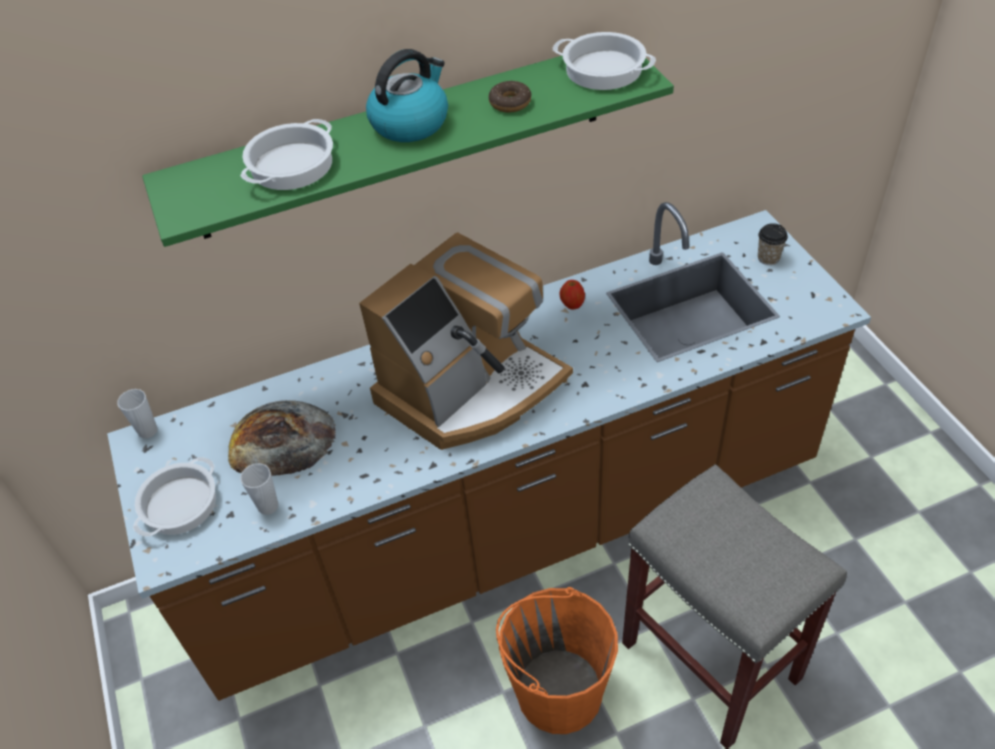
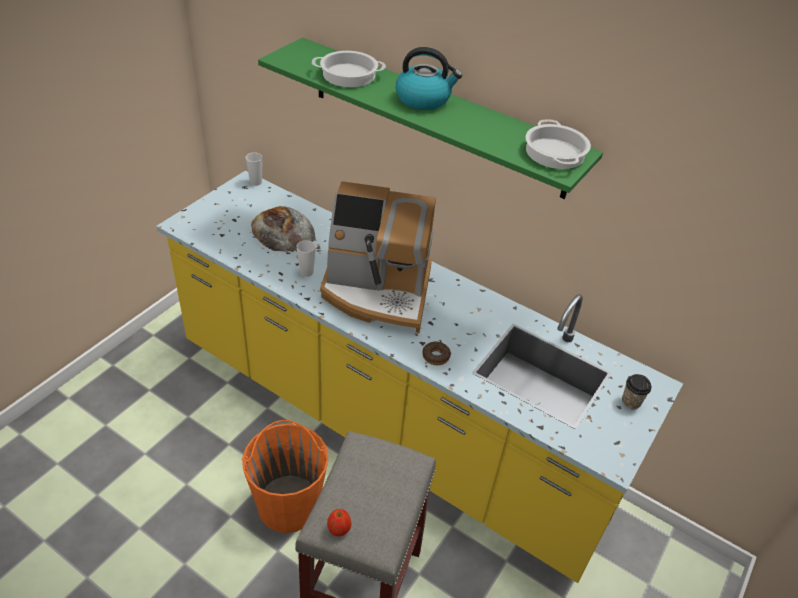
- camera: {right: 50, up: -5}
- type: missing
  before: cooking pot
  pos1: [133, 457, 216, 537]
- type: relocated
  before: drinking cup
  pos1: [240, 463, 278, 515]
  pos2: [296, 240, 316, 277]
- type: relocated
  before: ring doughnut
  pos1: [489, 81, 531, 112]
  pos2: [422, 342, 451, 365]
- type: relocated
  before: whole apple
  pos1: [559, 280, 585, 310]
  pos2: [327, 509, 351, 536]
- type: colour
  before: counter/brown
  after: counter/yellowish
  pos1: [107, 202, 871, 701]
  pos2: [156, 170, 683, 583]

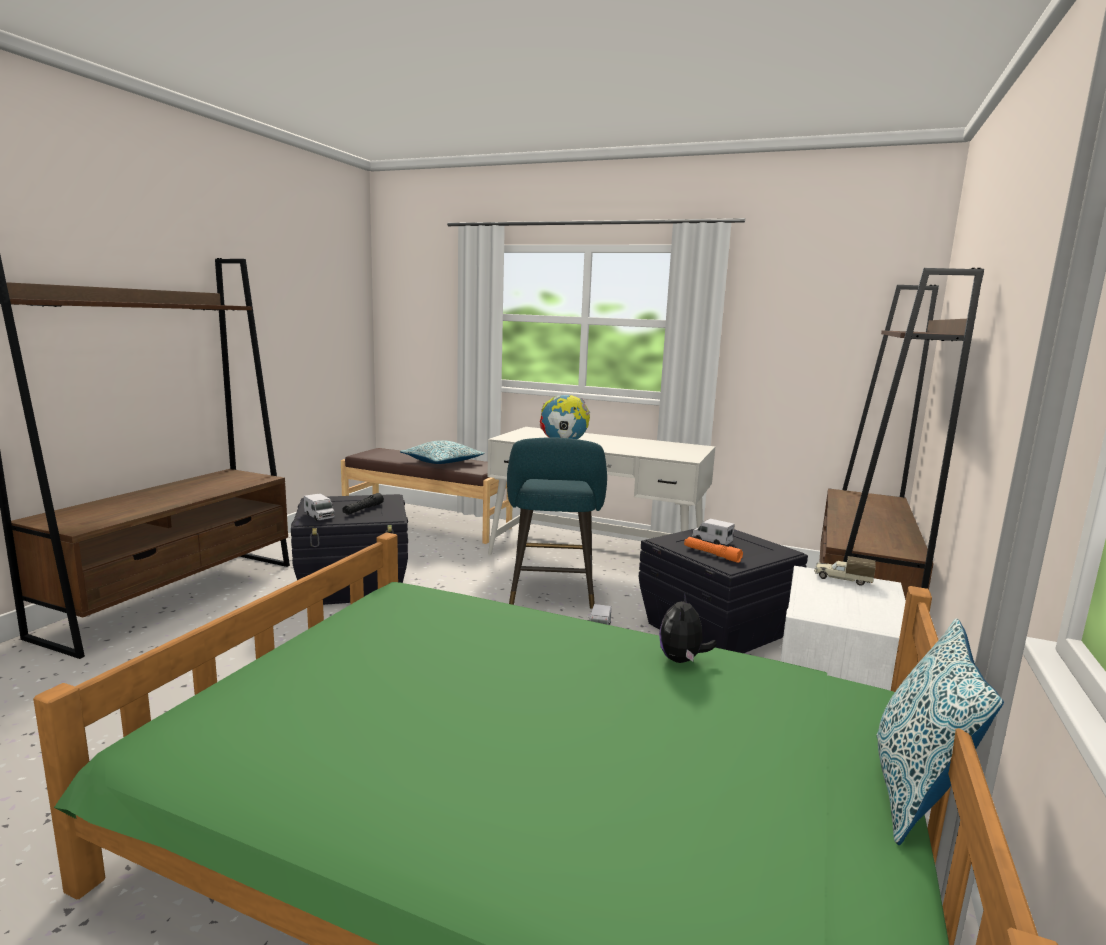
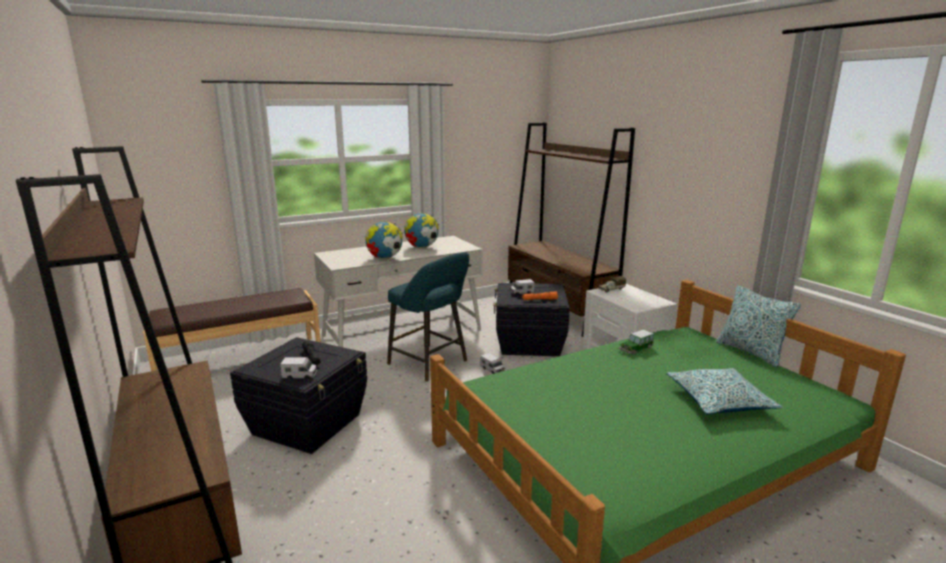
- camera: {right: -50, up: 5}
- type: appeared
  after: desk globe
  pos2: [404, 213, 439, 248]
- type: relocated
  before: pillow
  pos1: [400, 440, 484, 464]
  pos2: [666, 368, 783, 415]
- type: exchanged
  before: plush toy
  after: toy car
  pos1: [659, 592, 717, 663]
  pos2: [619, 329, 654, 355]

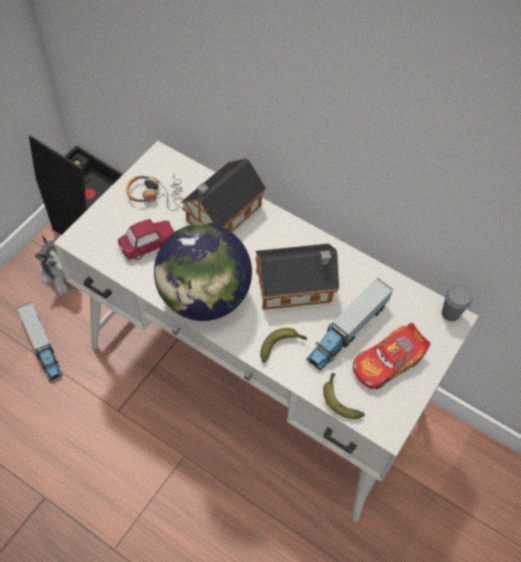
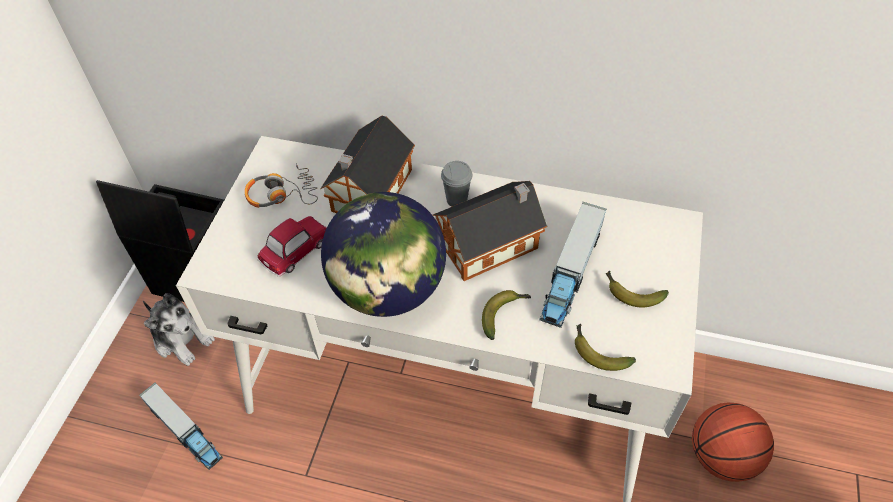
- camera: {right: -15, up: -5}
- type: appeared
  after: ball for basketball
  pos2: [692, 403, 774, 482]
- type: relocated
  before: drinking cup/grey
  pos1: [442, 285, 472, 321]
  pos2: [441, 161, 473, 206]
- type: exchanged
  before: toy car
  after: banana fruit
  pos1: [353, 323, 430, 389]
  pos2: [606, 270, 669, 308]

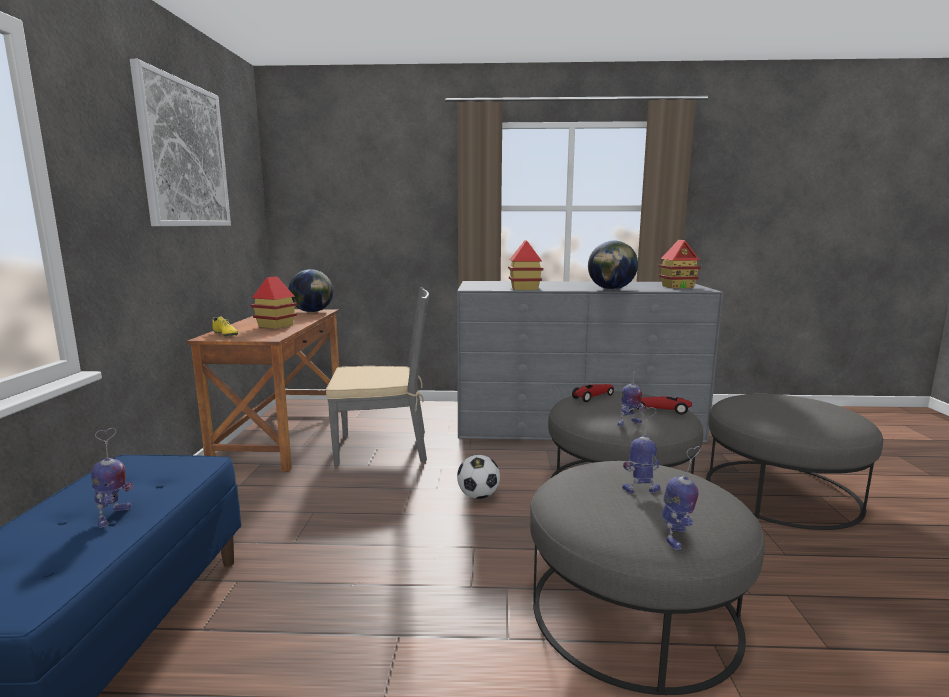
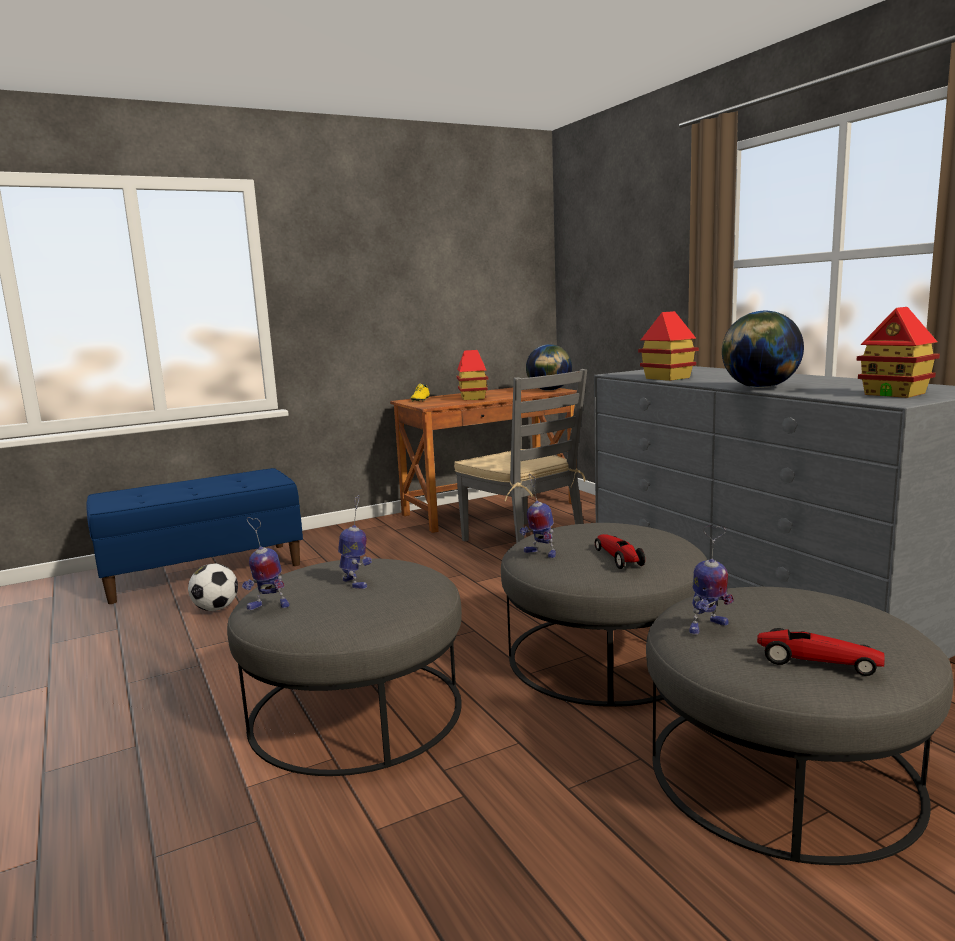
- camera: {right: 60, up: 0}
- type: missing
  before: wall art
  pos1: [130, 59, 231, 226]
- type: relocated
  before: model robot
  pos1: [91, 428, 133, 528]
  pos2: [689, 526, 734, 634]
- type: relocated
  before: football ball
  pos1: [457, 455, 500, 499]
  pos2: [188, 564, 238, 611]
- type: relocated
  before: toy car
  pos1: [572, 384, 614, 402]
  pos2: [757, 628, 885, 676]

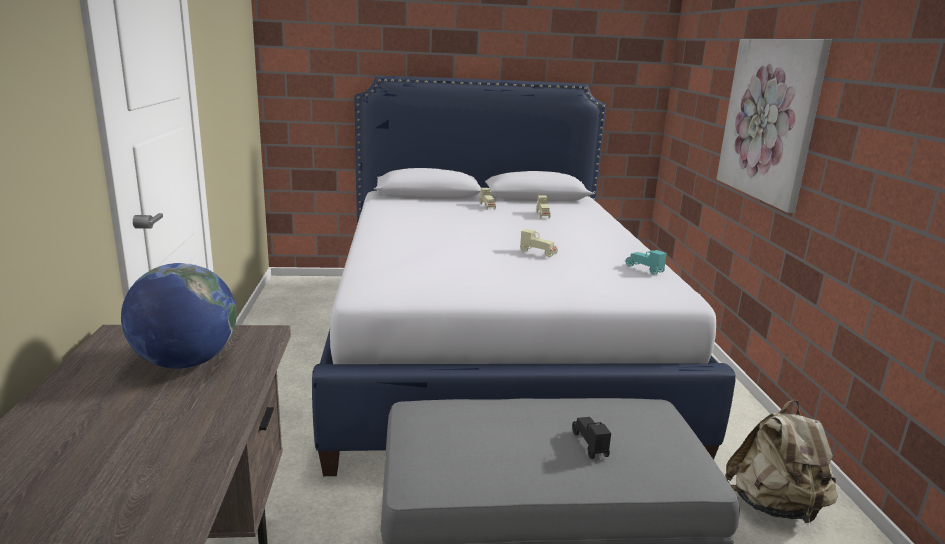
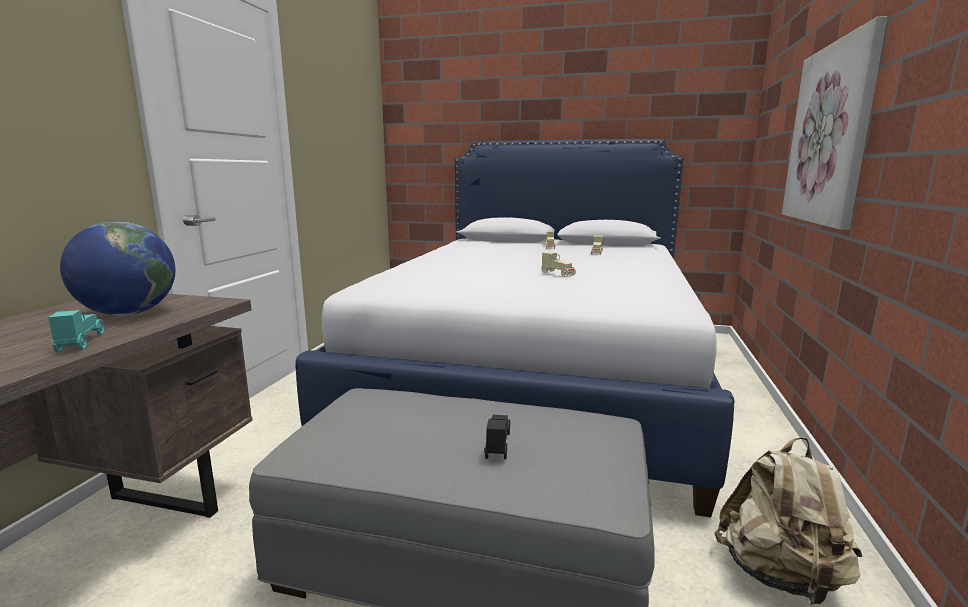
- camera: {right: 20, up: -5}
- type: relocated
  before: toy car/blue-green
  pos1: [626, 250, 667, 275]
  pos2: [48, 310, 105, 352]

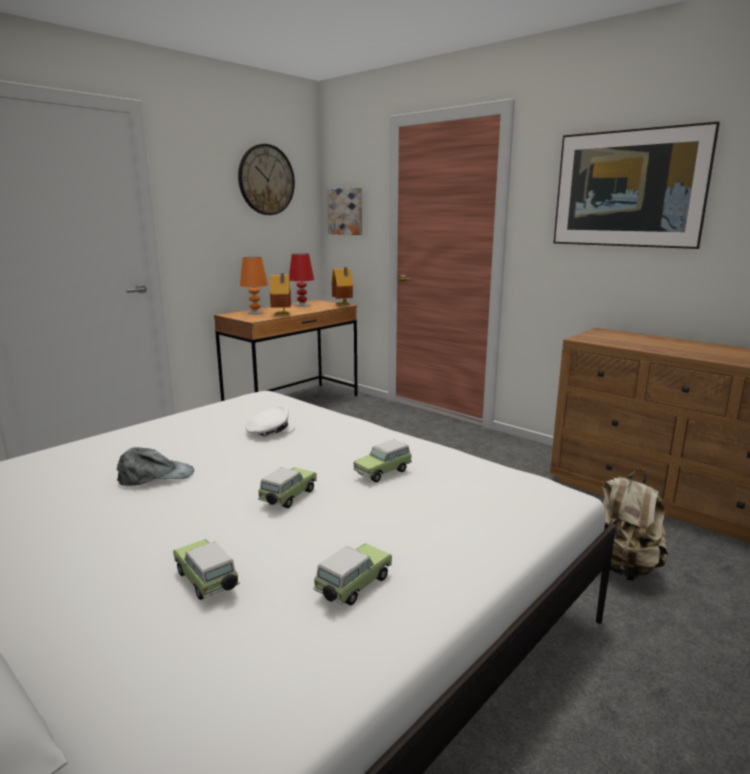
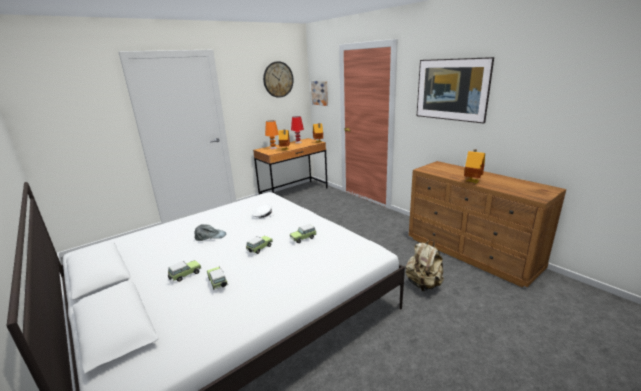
- camera: {right: 10, up: 5}
- type: appeared
  after: miniature house
  pos2: [464, 149, 485, 183]
- type: relocated
  before: toy car
  pos1: [313, 543, 392, 606]
  pos2: [168, 260, 201, 282]

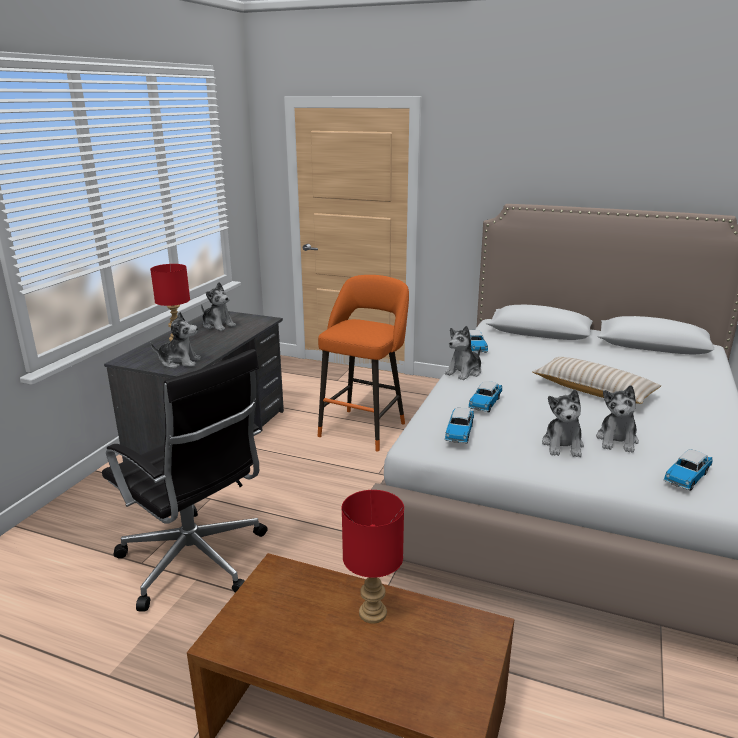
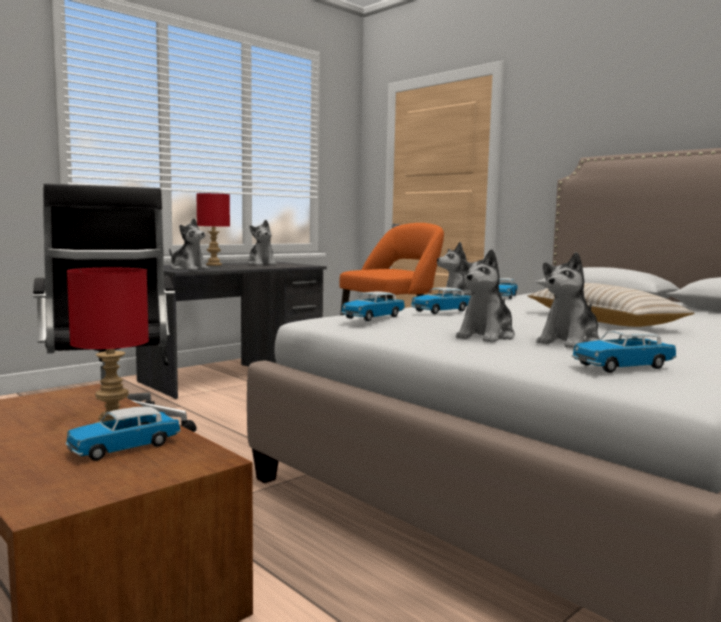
- camera: {right: 25, up: -15}
- type: appeared
  after: toy car
  pos2: [66, 407, 181, 461]

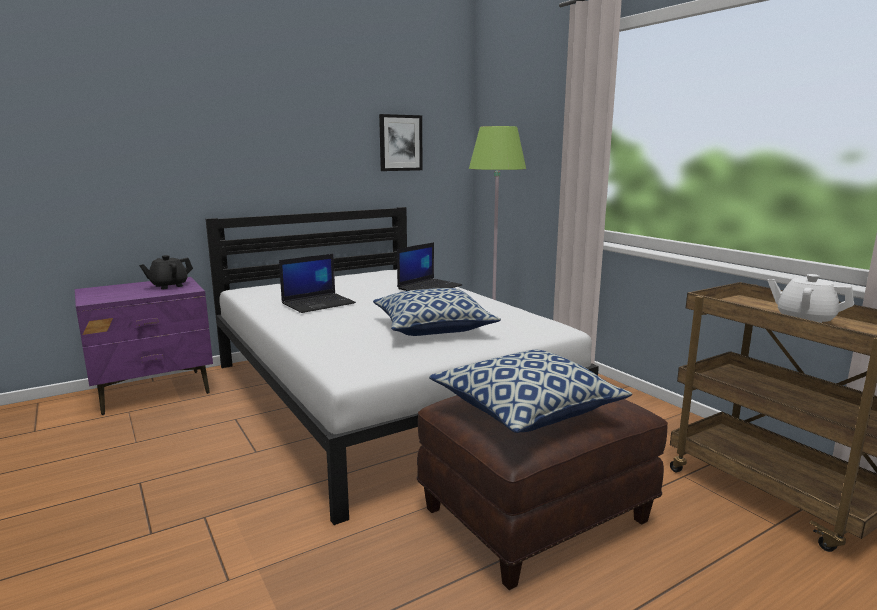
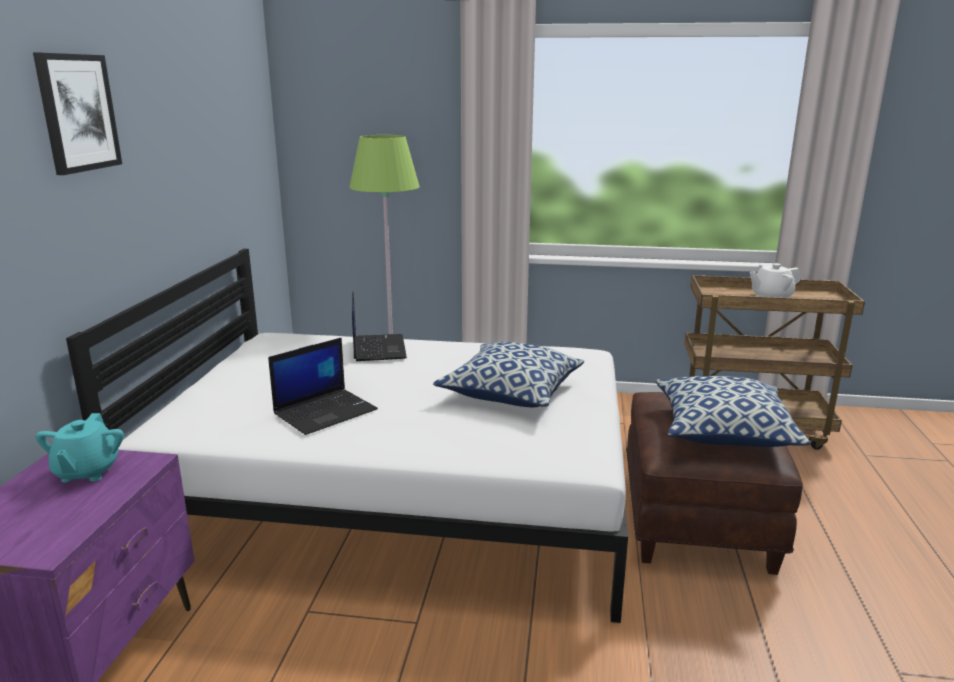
- camera: {right: -50, up: 5}
- type: relocated
  before: wall art
  pos1: [379, 114, 423, 171]
  pos2: [33, 53, 122, 175]
- type: colour
  before: tea pot/black
  after: tea pot/blue-green
  pos1: [139, 255, 193, 289]
  pos2: [35, 413, 124, 482]
- type: spun
  before: portable computer
  pos1: [279, 254, 356, 313]
  pos2: [268, 337, 378, 435]
  turn: 45

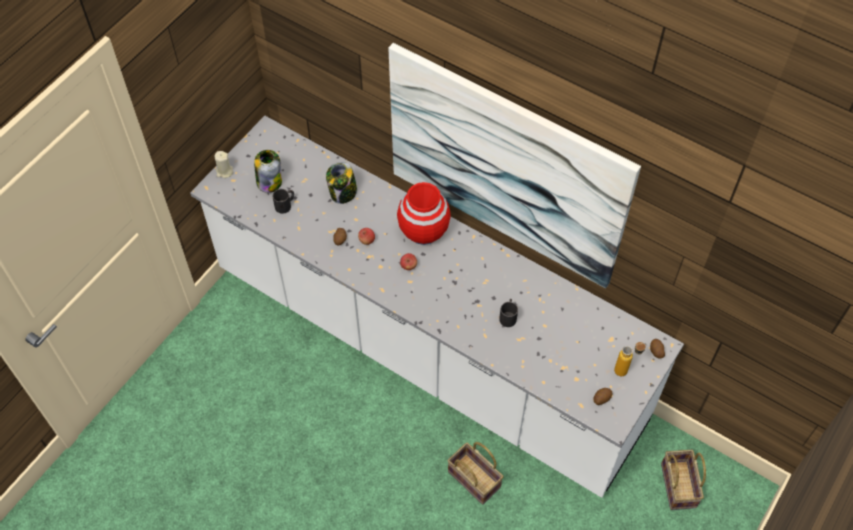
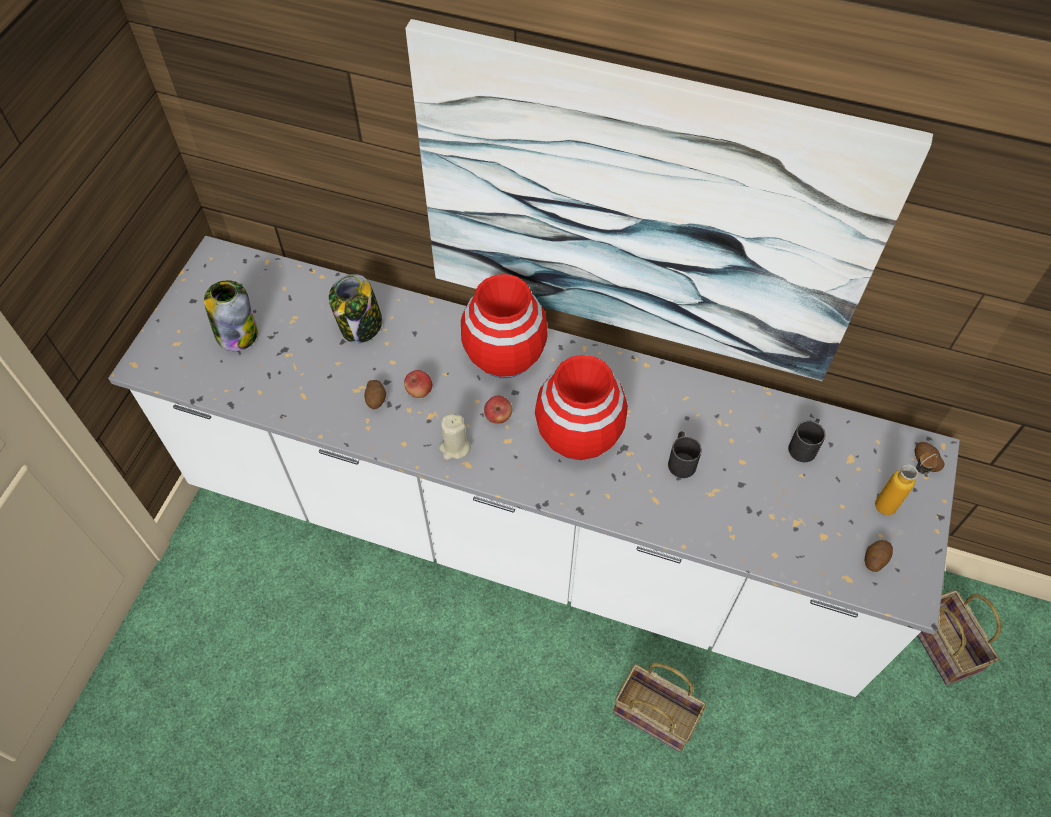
- camera: {right: -15, up: 0}
- type: appeared
  after: flower vase/reddish
  pos2: [535, 355, 628, 460]
- type: relocated
  before: wax candle/beige
  pos1: [215, 151, 233, 178]
  pos2: [439, 414, 471, 460]
- type: relocated
  before: coffee mug/black
  pos1: [273, 189, 294, 214]
  pos2: [788, 419, 825, 462]

